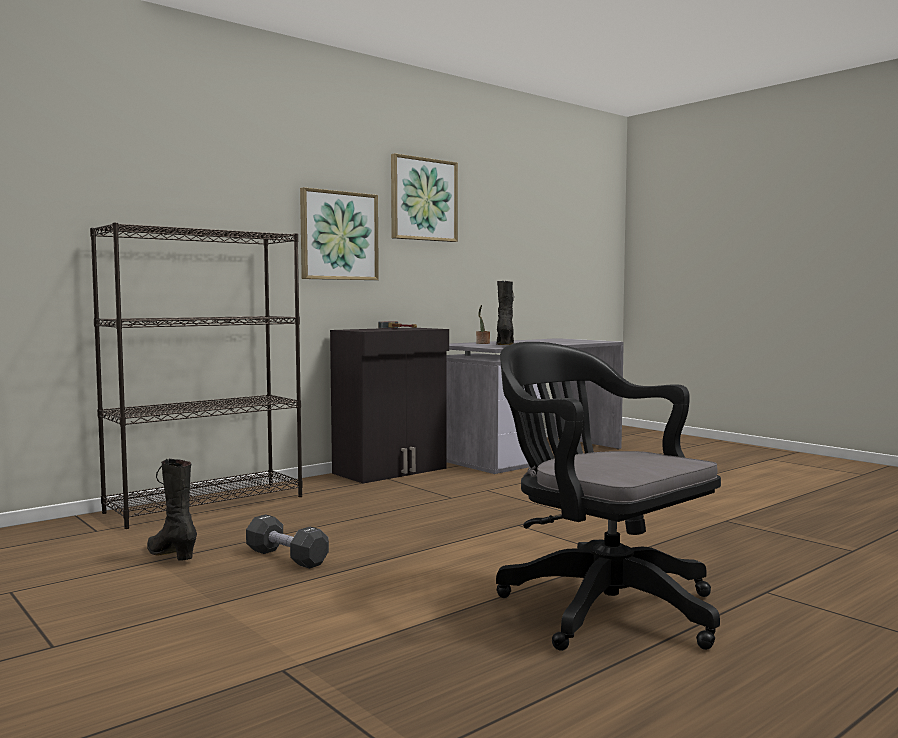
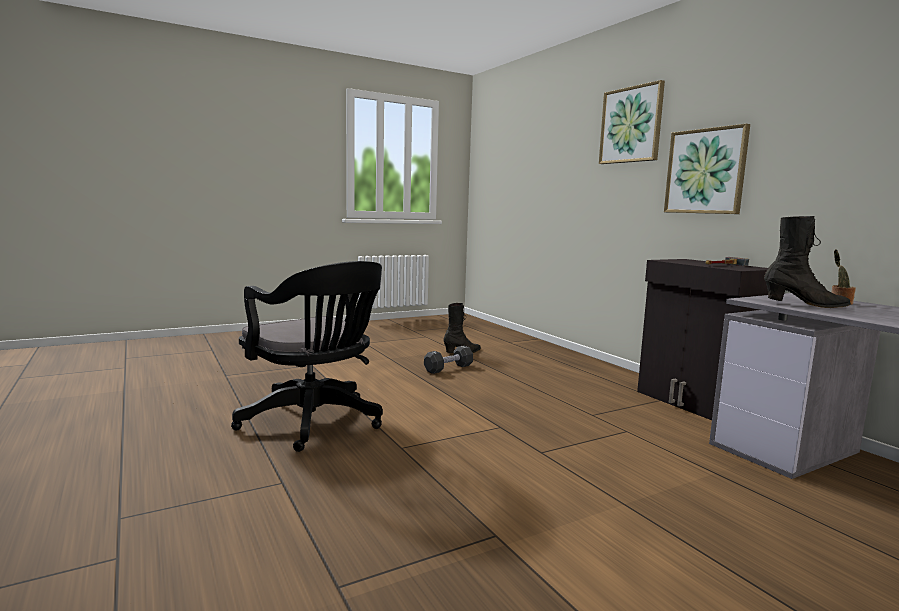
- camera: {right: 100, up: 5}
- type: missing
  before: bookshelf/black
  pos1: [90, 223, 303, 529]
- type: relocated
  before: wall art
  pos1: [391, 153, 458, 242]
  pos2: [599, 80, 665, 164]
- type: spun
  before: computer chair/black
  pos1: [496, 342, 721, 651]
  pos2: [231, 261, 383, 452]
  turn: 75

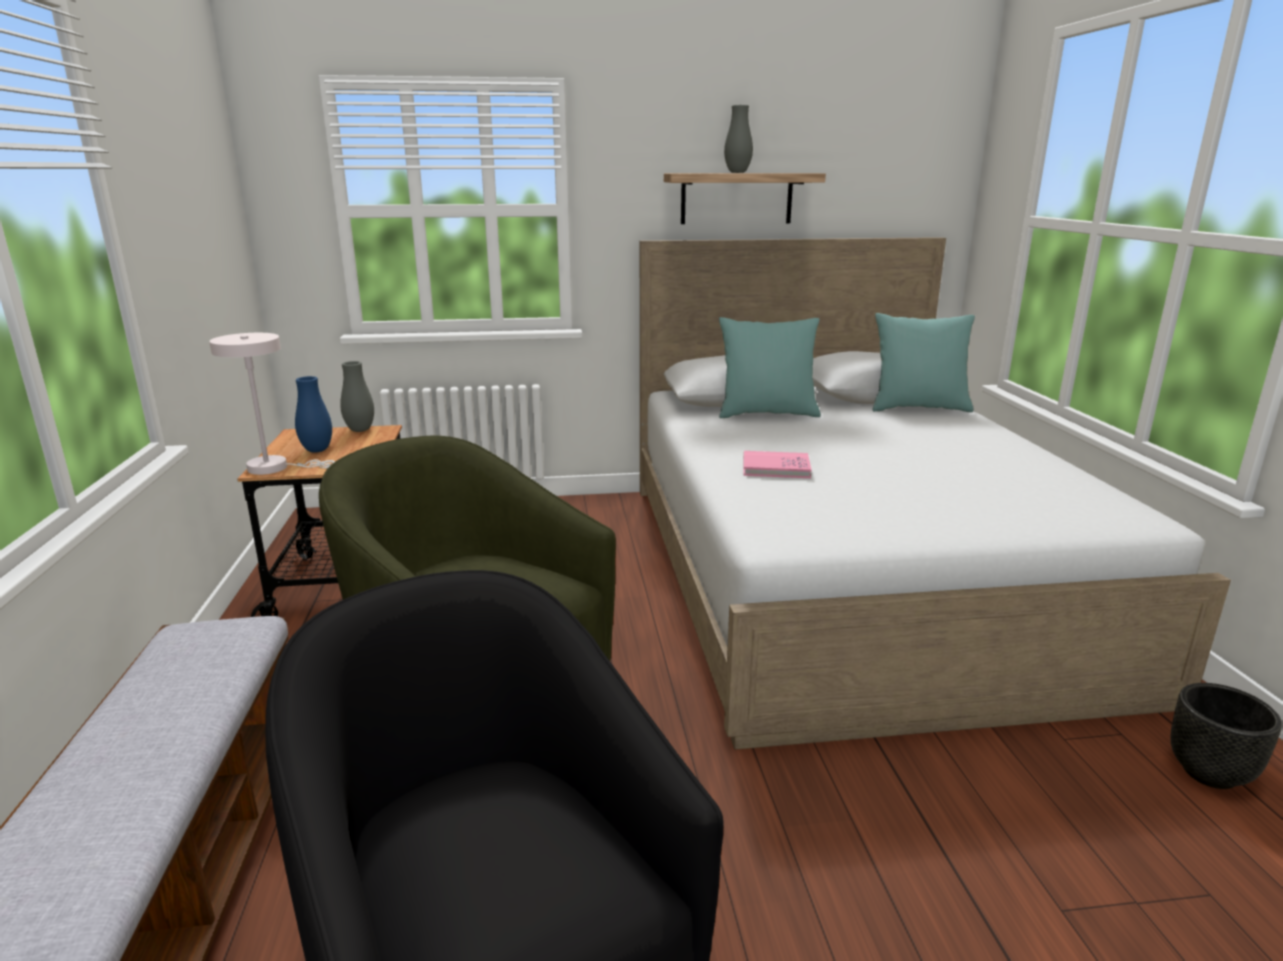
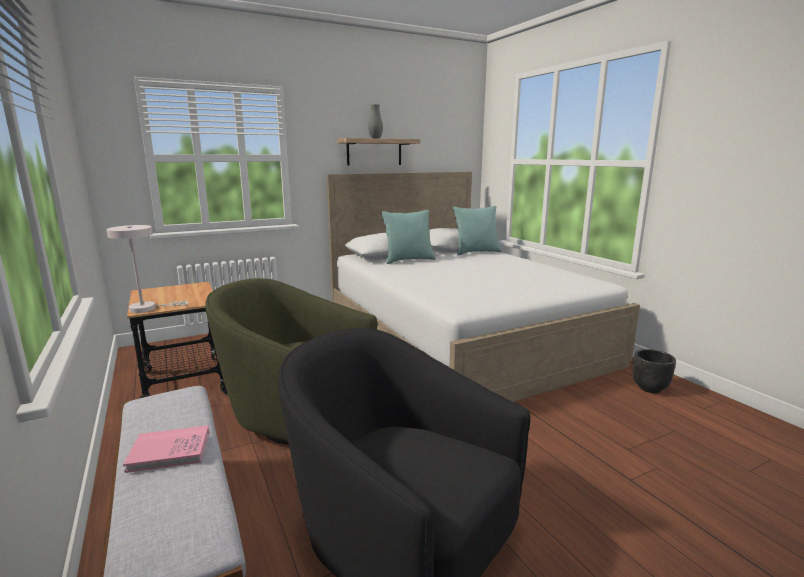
- camera: {right: -20, up: -5}
- type: missing
  before: flower vase/blue
  pos1: [295, 376, 332, 452]
- type: missing
  before: flower vase/grey
  pos1: [340, 361, 374, 432]
- type: relocated
  before: volume/pink-coloured
  pos1: [744, 451, 812, 478]
  pos2: [123, 426, 209, 473]

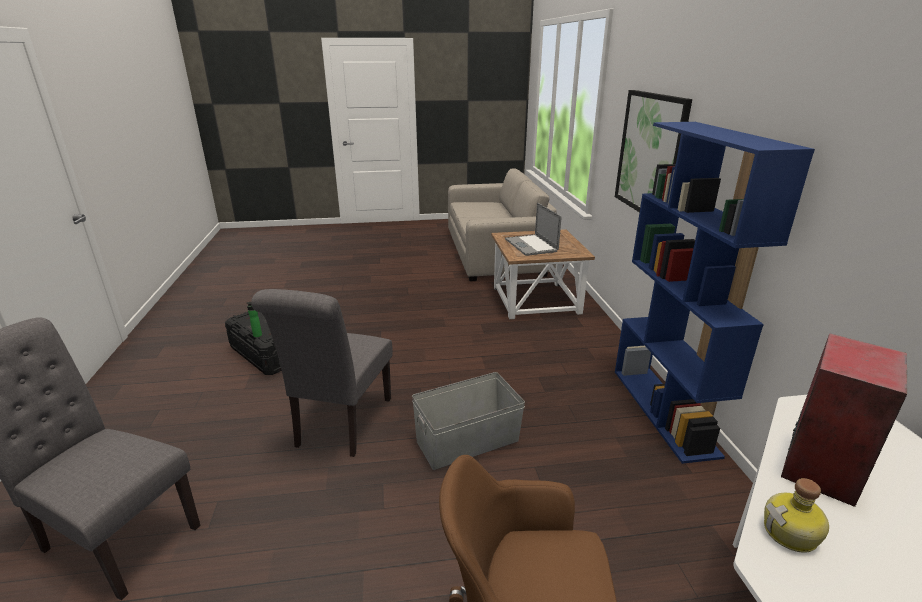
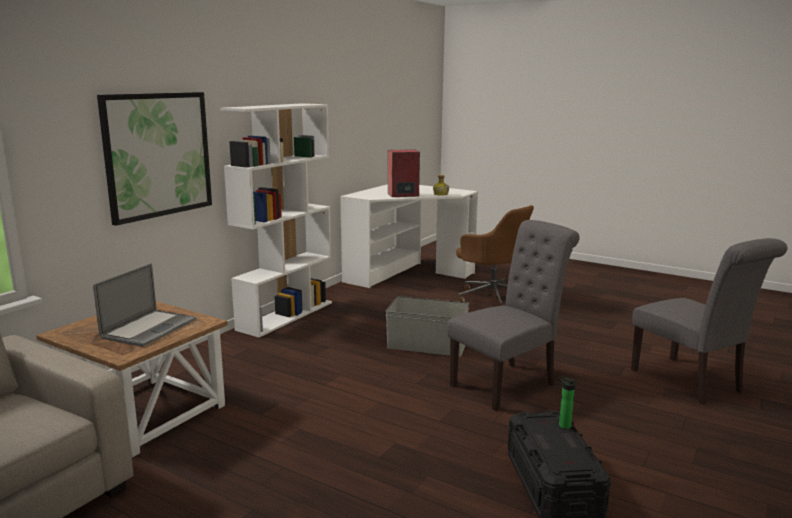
- camera: {right: -140, up: -10}
- type: colour
  before: bookshelf/blue
  after: bookshelf/whitish
  pos1: [615, 122, 815, 464]
  pos2: [220, 103, 332, 338]

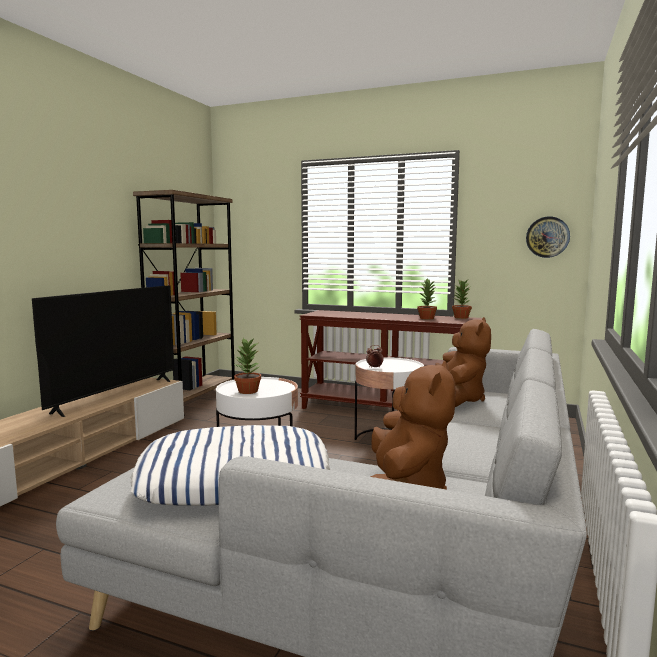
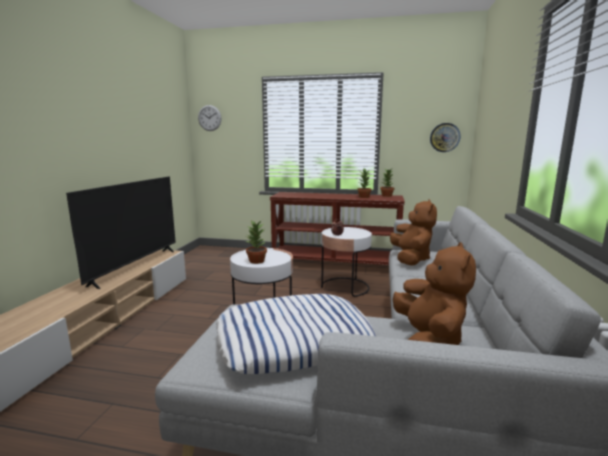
- camera: {right: -10, up: 5}
- type: missing
  before: bookshelf/brown
  pos1: [133, 190, 235, 416]
- type: appeared
  after: clock on the wall
  pos2: [198, 105, 222, 131]

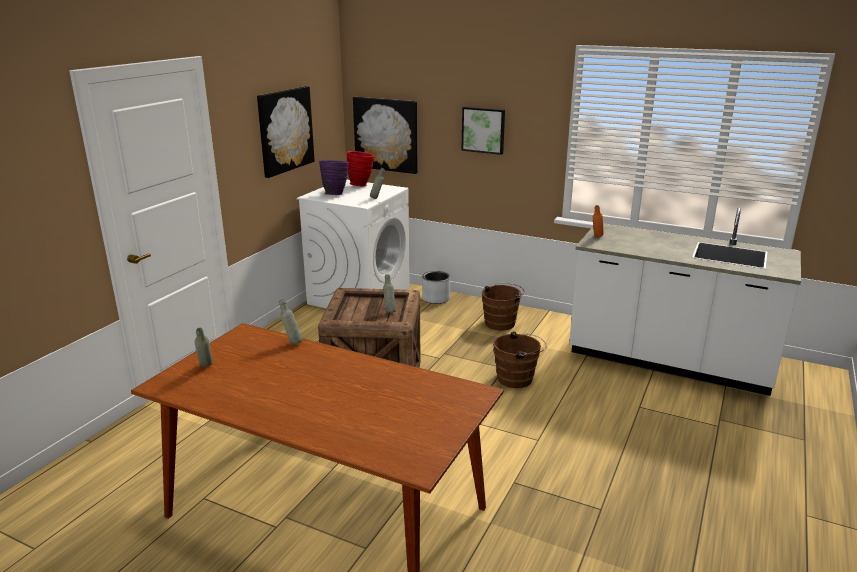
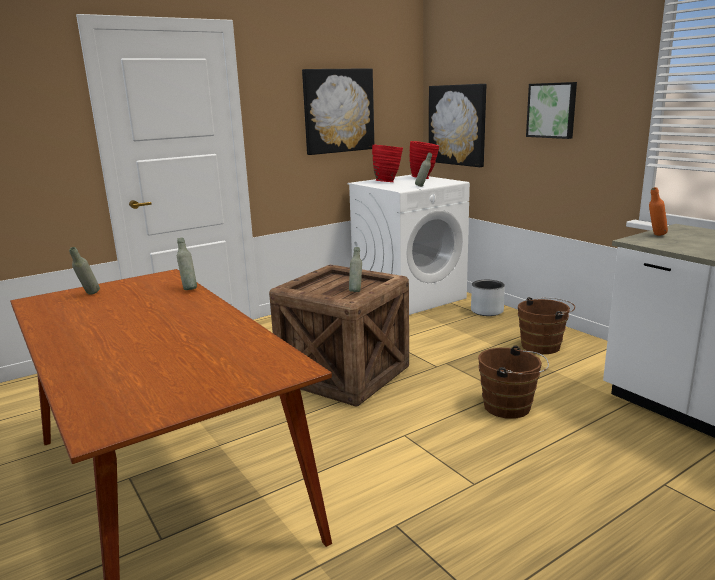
- camera: {right: 30, up: -5}
- type: colour
  before: flower vase/purplish
  after: flower vase/reddish
  pos1: [319, 160, 349, 195]
  pos2: [372, 145, 403, 182]

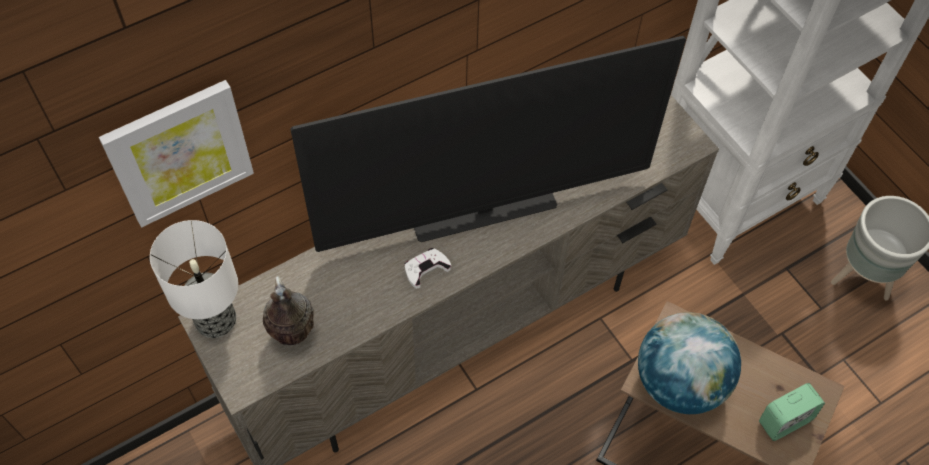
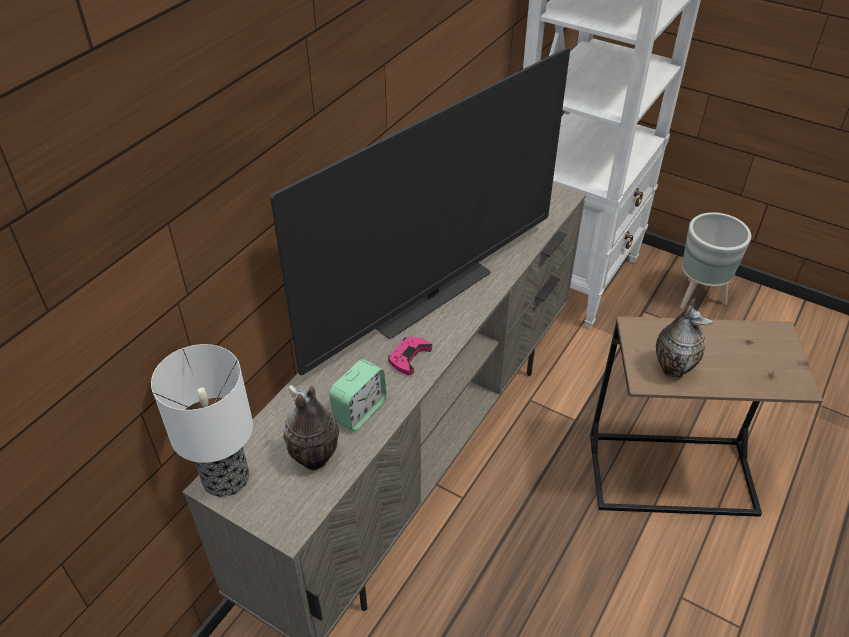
- camera: {right: -25, up: -15}
- type: missing
  before: wall art
  pos1: [99, 80, 254, 227]
- type: relocated
  before: table clock
  pos1: [759, 383, 825, 441]
  pos2: [329, 359, 386, 431]
- type: exchanged
  before: desk globe
  after: flower vase
  pos1: [638, 312, 741, 414]
  pos2: [656, 298, 713, 380]
- type: colour
  before: game controller/whitish
  after: game controller/pink-coloured
  pos1: [404, 248, 451, 288]
  pos2: [388, 337, 432, 375]

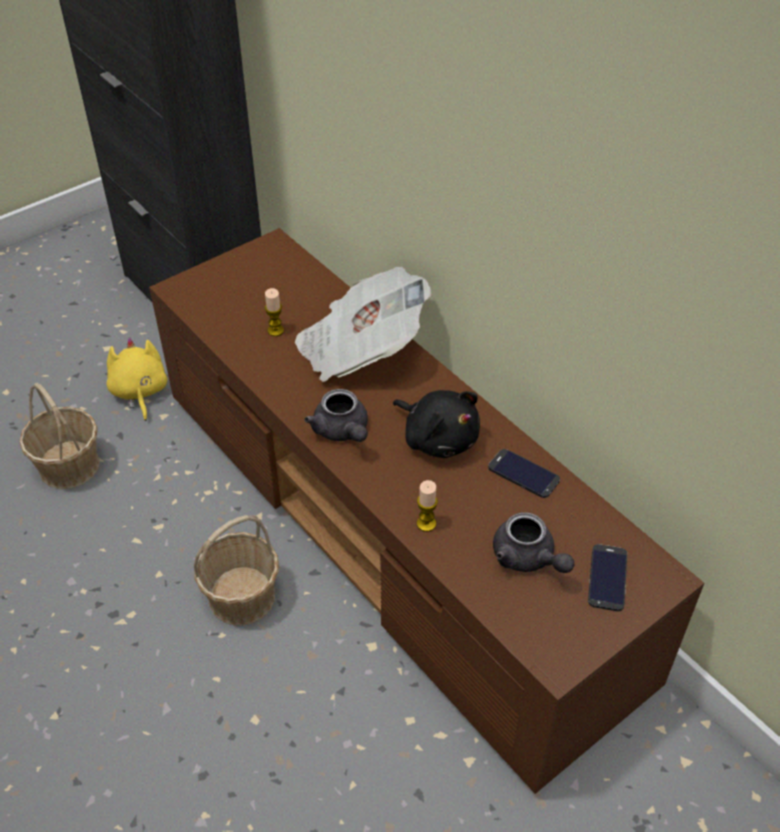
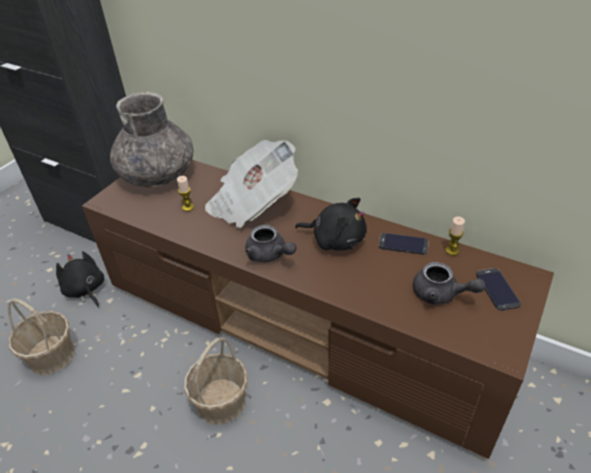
- camera: {right: -20, up: -5}
- type: appeared
  after: flower vase/grey
  pos2: [110, 92, 194, 187]
- type: relocated
  before: wax candle
  pos1: [417, 480, 438, 532]
  pos2: [445, 217, 465, 256]
- type: colour
  before: plush toy/yellowish
  after: plush toy/black
  pos1: [107, 337, 168, 421]
  pos2: [56, 251, 104, 307]

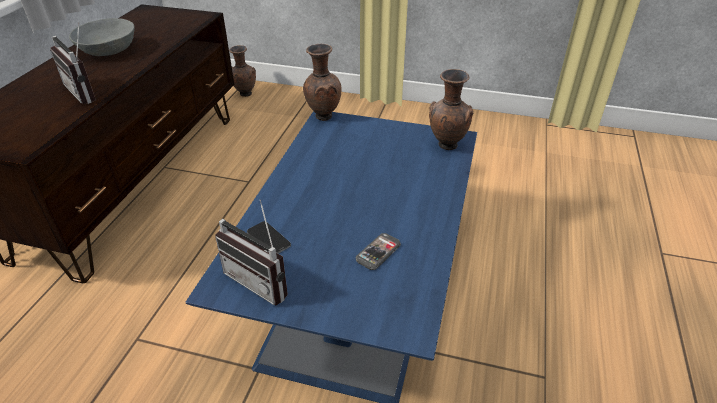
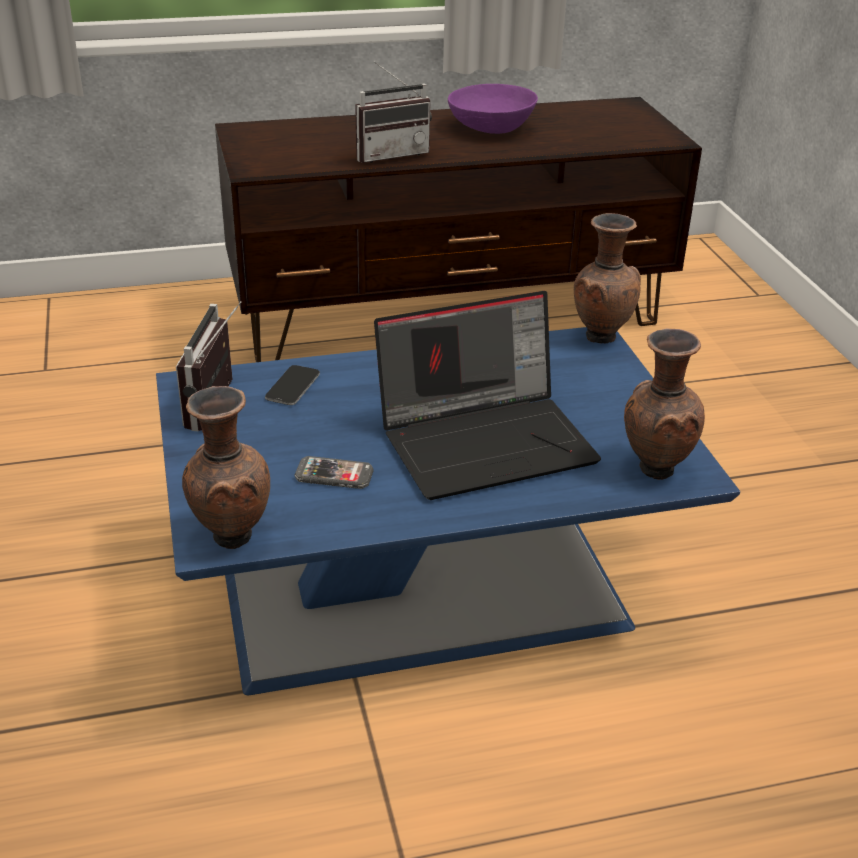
- camera: {right: 60, up: -5}
- type: appeared
  after: portable computer
  pos2: [374, 291, 601, 500]
- type: relocated
  before: flower vase/brown
  pos1: [229, 45, 256, 97]
  pos2: [182, 386, 270, 549]
- type: colour
  before: deep dish/grey
  after: deep dish/purplish
  pos1: [69, 18, 135, 56]
  pos2: [448, 84, 538, 134]
- type: spun
  before: radio receiver
  pos1: [50, 23, 96, 104]
  pos2: [355, 61, 432, 163]
  turn: -135

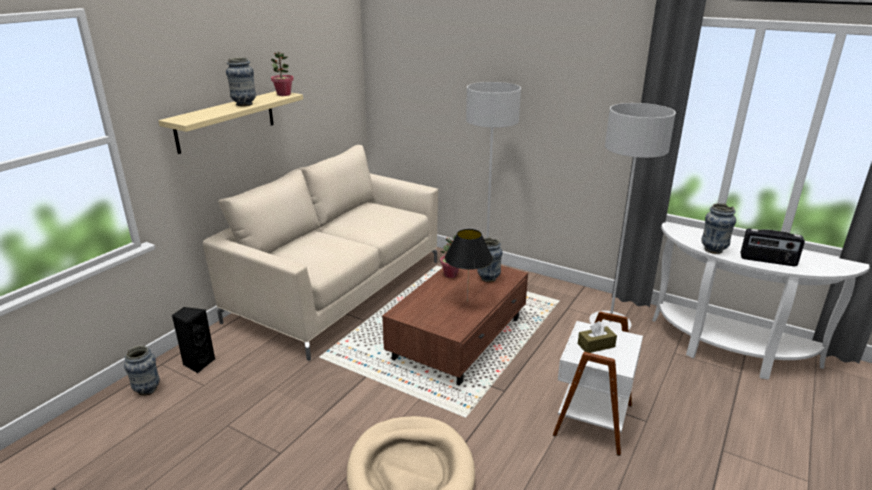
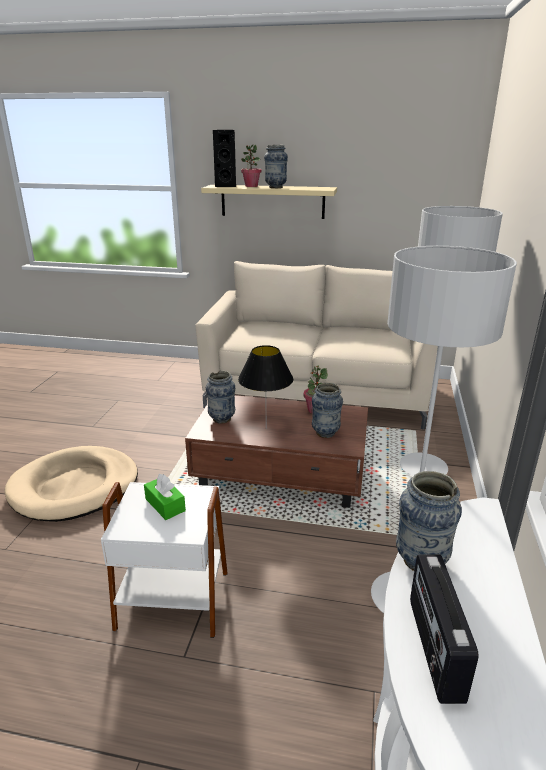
- camera: {right: 70, up: 0}
- type: relocated
  before: flower vase
  pos1: [124, 345, 160, 396]
  pos2: [206, 371, 235, 424]
- type: relocated
  before: loudspeaker/black
  pos1: [172, 307, 215, 373]
  pos2: [213, 130, 236, 187]
- type: relocated
  before: houseplant
  pos1: [271, 51, 294, 96]
  pos2: [241, 145, 261, 187]
- type: colour
  before: box of tissues/brown
  after: box of tissues/green-coloured
  pos1: [578, 321, 617, 353]
  pos2: [144, 474, 186, 520]

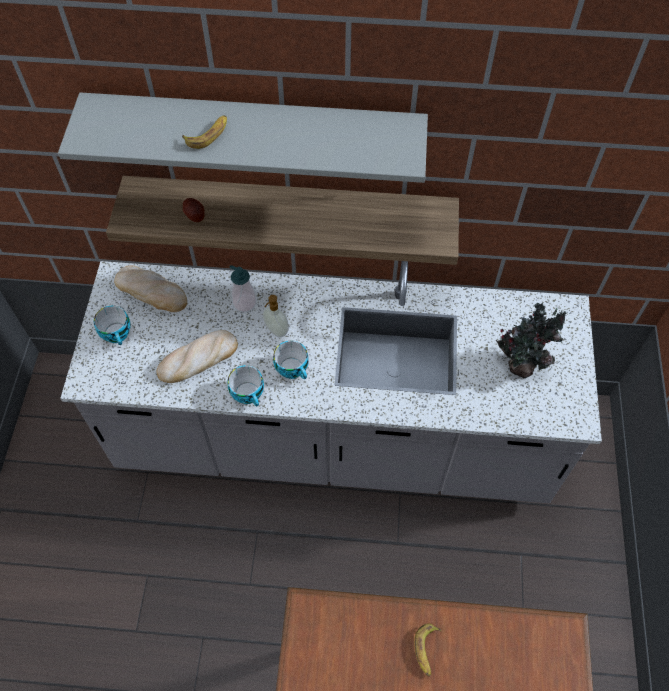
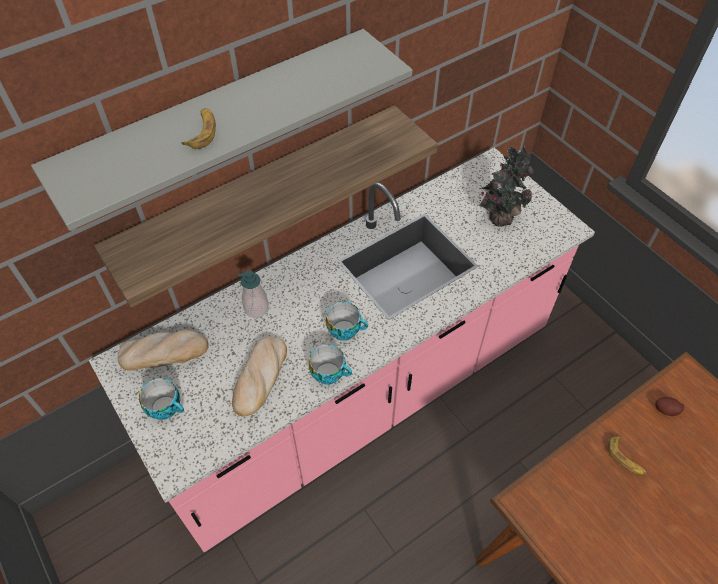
- camera: {right: -40, up: -5}
- type: missing
  before: liquid soap bottle
  pos1: [262, 295, 289, 338]
- type: relocated
  before: potato
  pos1: [183, 198, 205, 222]
  pos2: [655, 397, 684, 416]
- type: colour
  before: counter/grey
  after: counter/pink-coloured
  pos1: [60, 261, 602, 503]
  pos2: [89, 147, 595, 552]

